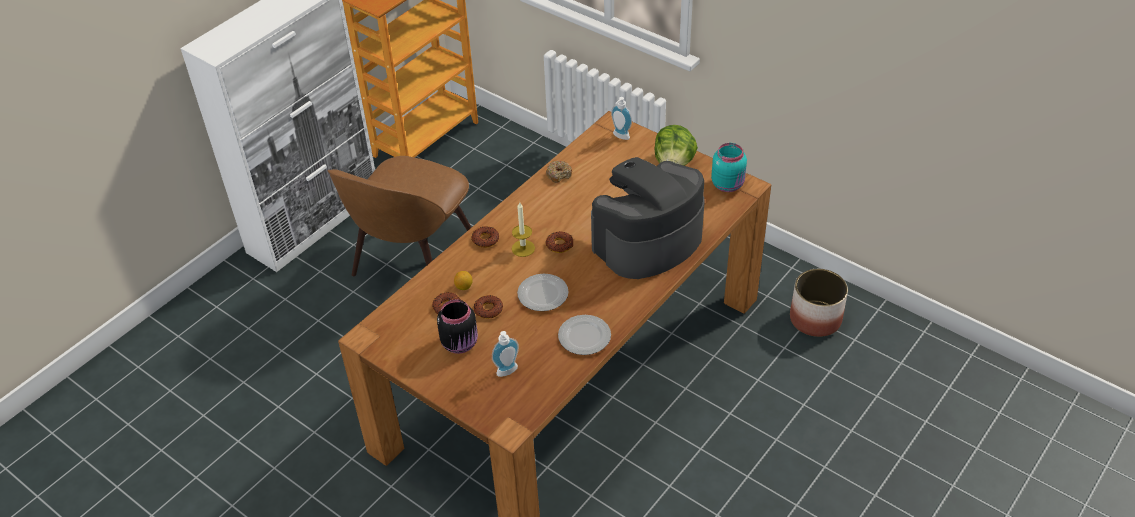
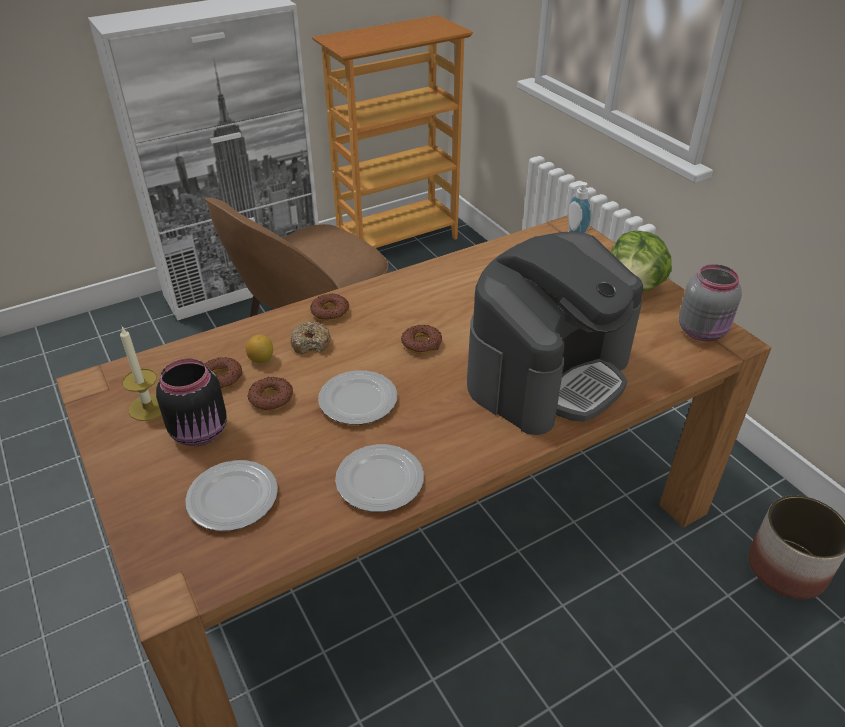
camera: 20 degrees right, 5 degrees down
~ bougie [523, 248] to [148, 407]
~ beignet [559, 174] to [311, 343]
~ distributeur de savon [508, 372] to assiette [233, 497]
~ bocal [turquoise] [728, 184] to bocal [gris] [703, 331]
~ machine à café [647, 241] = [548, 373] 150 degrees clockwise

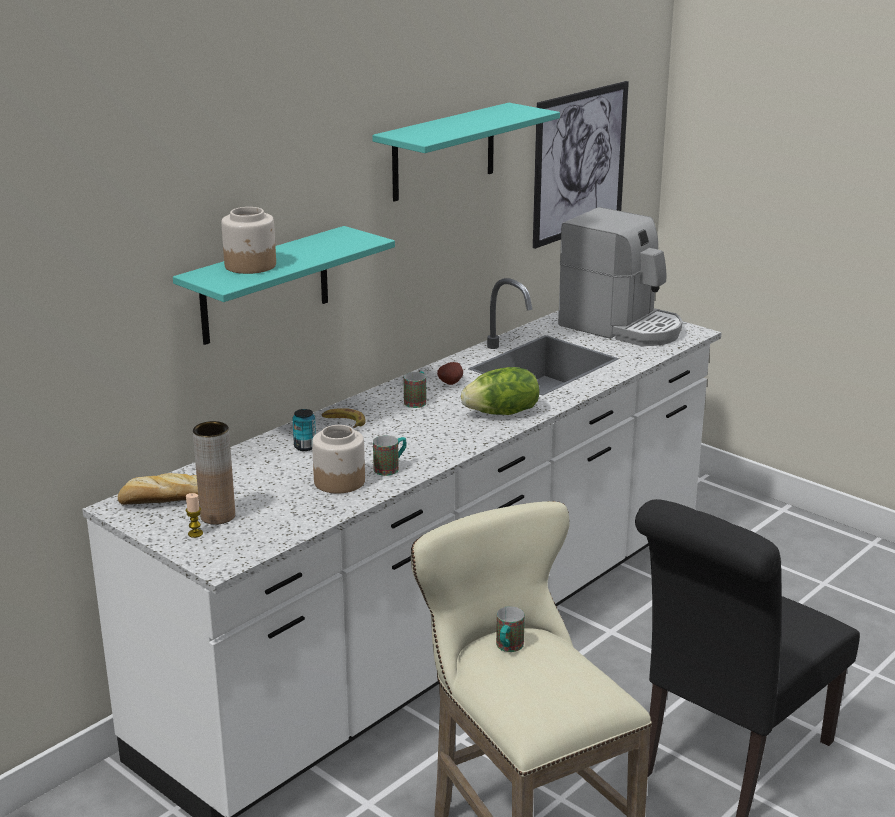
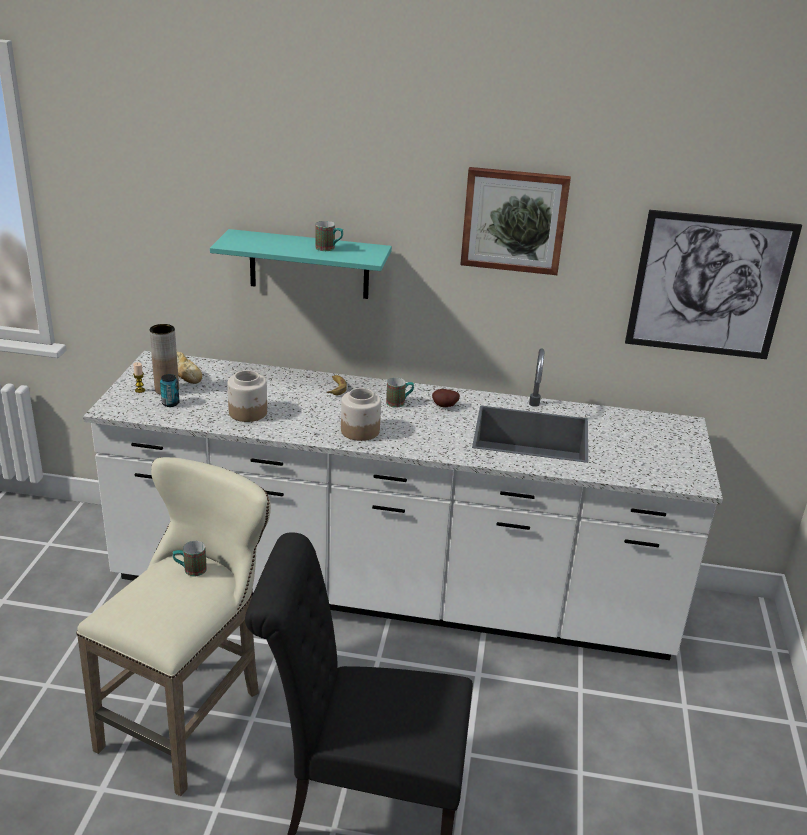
camera: 55 degrees right, 5 degrees up
- laitue [502, 413]
- machine à café [622, 327]
~ bocal [251, 266] to [360, 431]
~ boîte métallique [305, 447] to [170, 403]
~ mug [391, 468] to [329, 249]
~ étagère [turquoise] [443, 152] to tableau [514, 220]

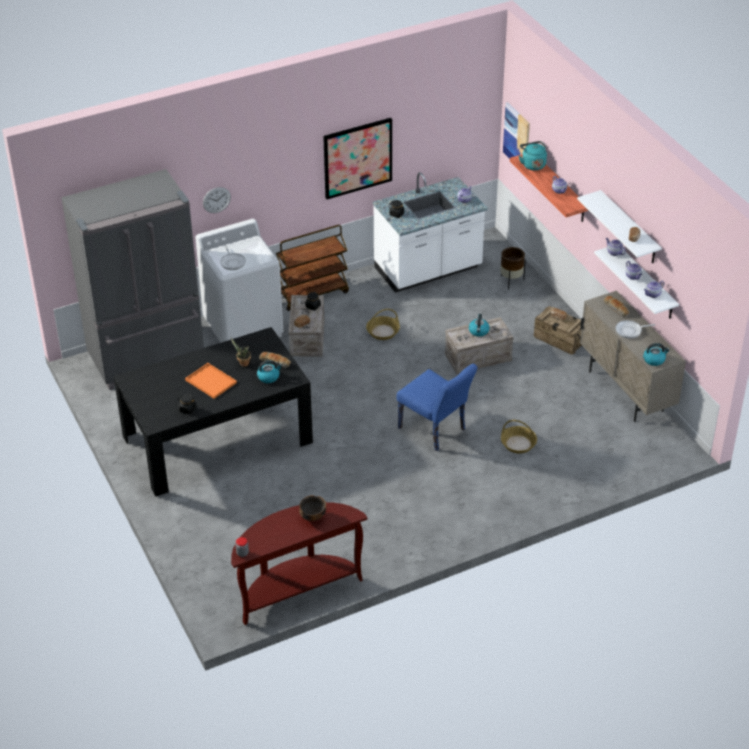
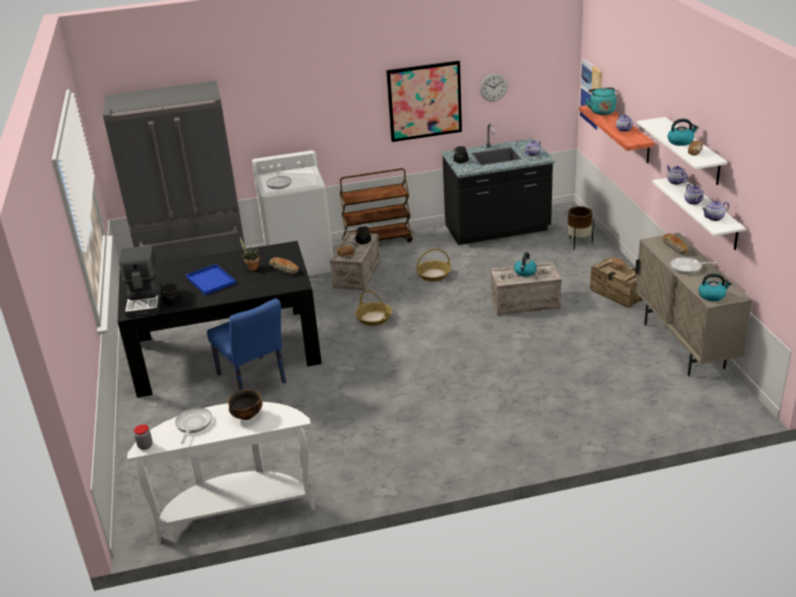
camera: 15 degrees right, 10 degrees down
+ machine à café [145, 300]
+ poêle [193, 424]
~ horloge murale [216, 200] to [493, 87]
~ bouilloire [269, 377] to [680, 141]
~ chaise [bleu] [435, 431] to [254, 381]
~ panier [518, 444] to [374, 318]
~ plateau [orange] [210, 381] to plateau [bleu] [210, 280]
~ table console [marron] [296, 589] to table console [blanc] [235, 509]
~ comptoir de cuisine [blanc] [428, 269] to comptoir de cuisine [noir] [497, 229]

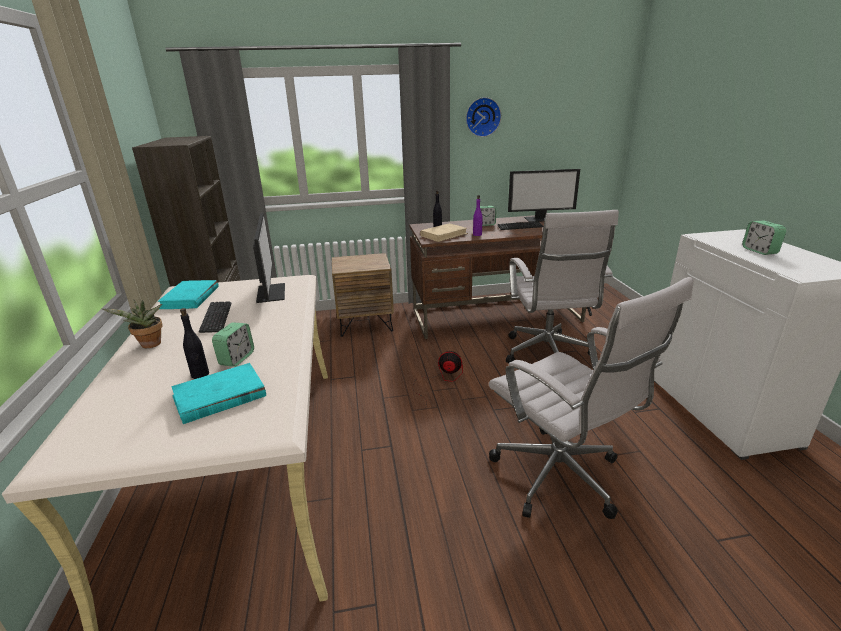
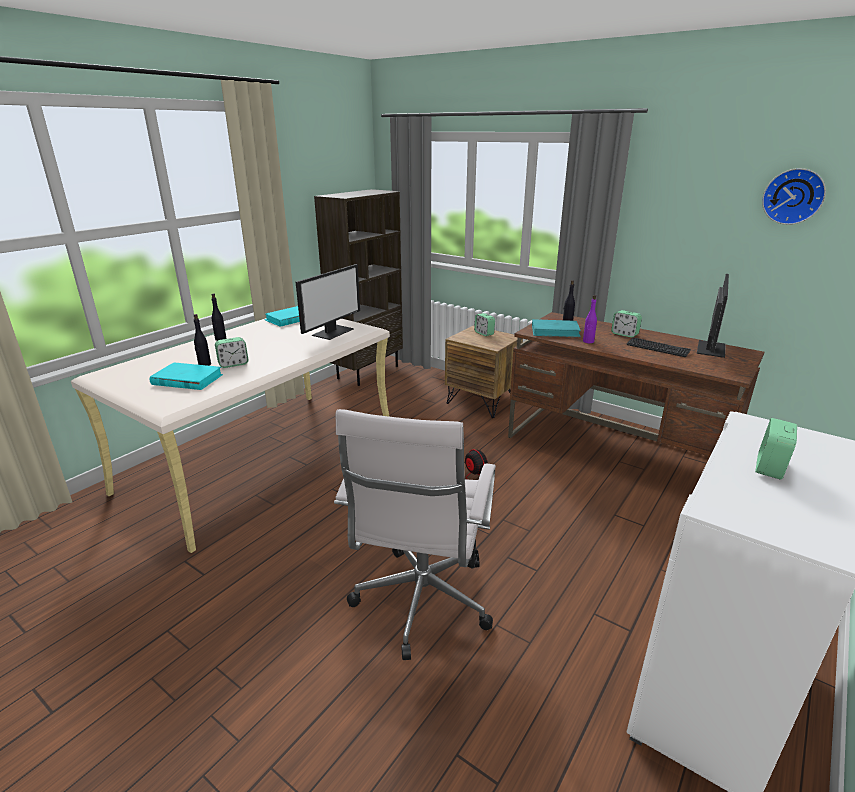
camera: 45 degrees right, 0 degrees up
- clavier [216, 318]
- chaise de bureau [blanc] [548, 355]
+ réveil [484, 333]
~ horloge murale [482, 117] to [793, 196]
~ plante en pot [150, 345] to bouteille [noir] [220, 339]
~ livre [beige] [444, 235] to livre [turquoise] [555, 331]
~ écran d'ordinateur [541, 219] = [710, 348] 105 degrees counterclockwise

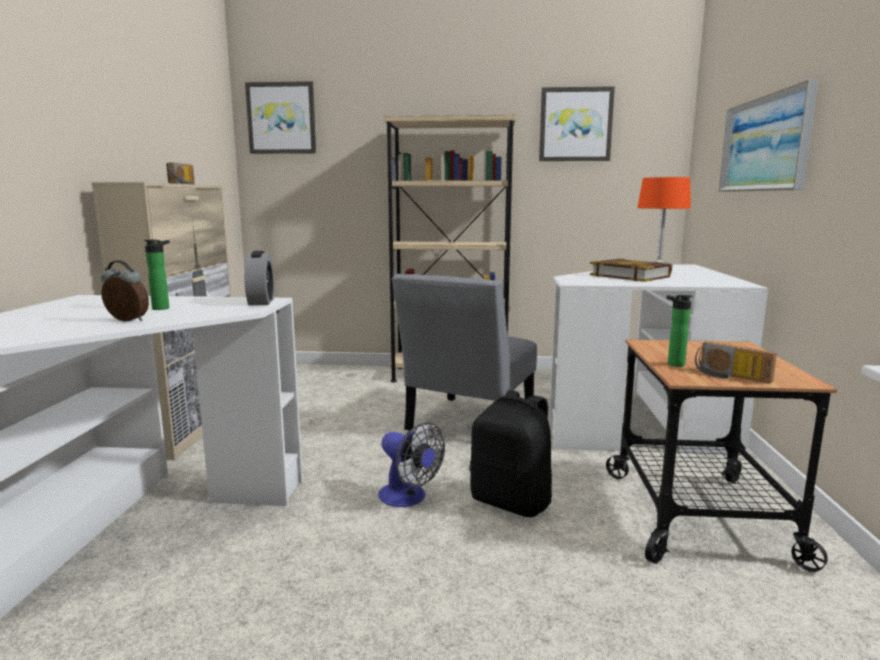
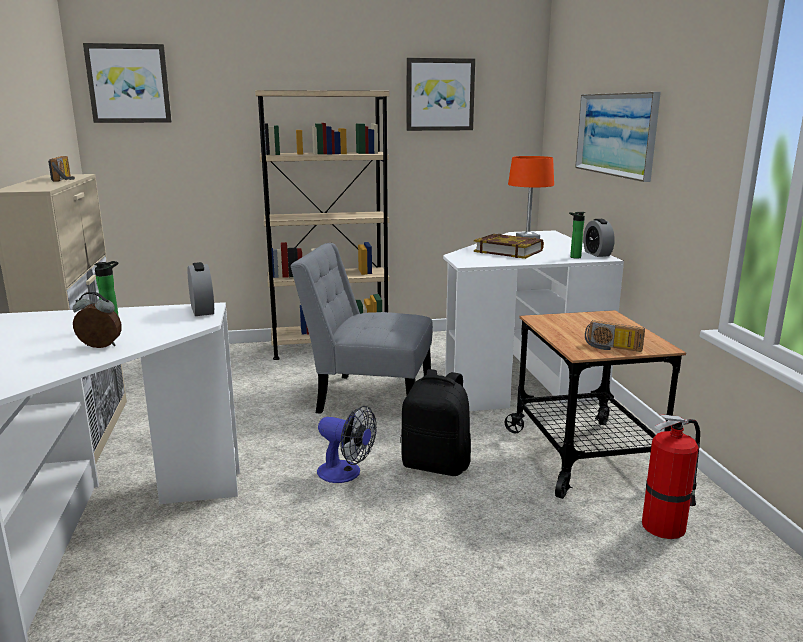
camera: 15 degrees left, 5 degrees up
+ réveil [597, 254]
+ extincteur [665, 525]
~ bouteille [673, 364] to [573, 257]
~ chaise [gris] [467, 424] = [368, 397] 90 degrees clockwise

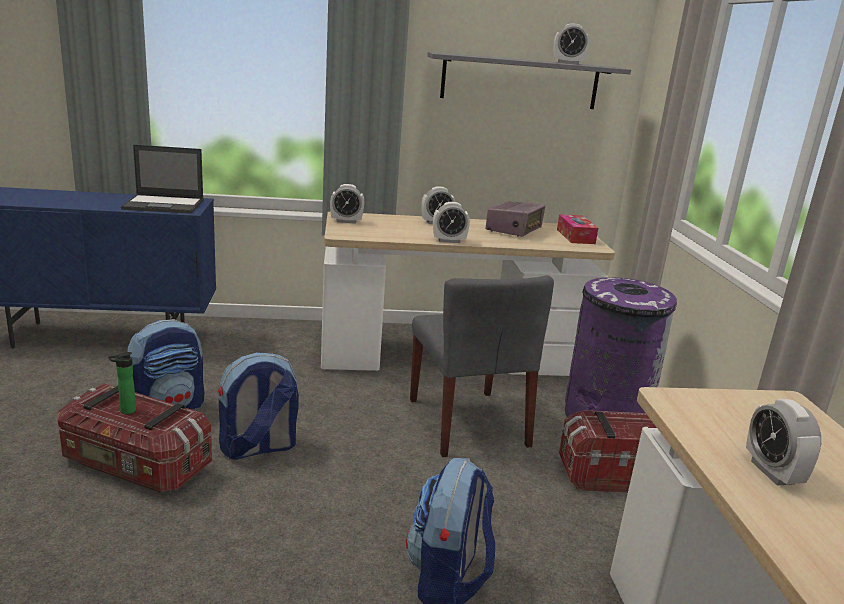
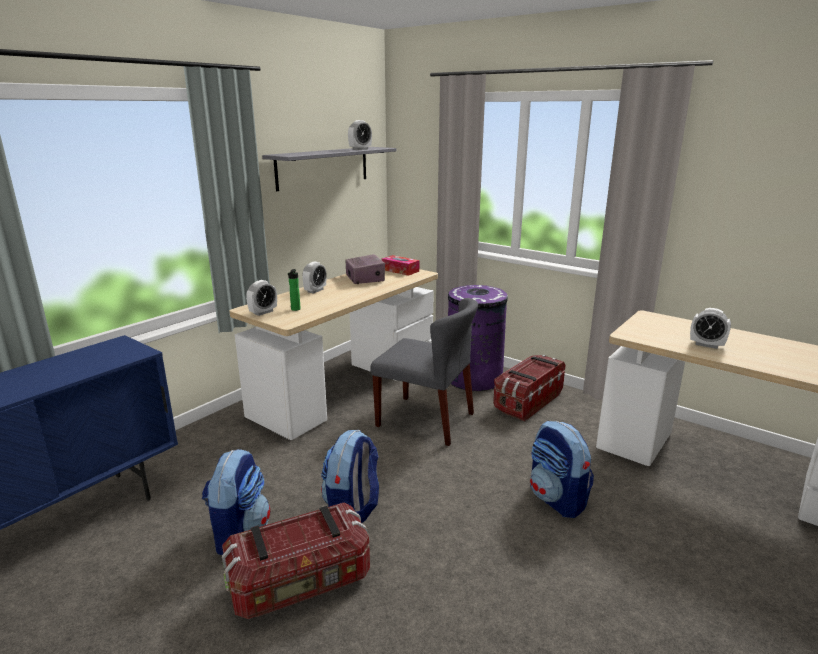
camera: 45 degrees left, 0 degrees up
- ordinateur portable [165, 205]
- réveil [449, 241]
~ bouteille [125, 411] to [295, 309]

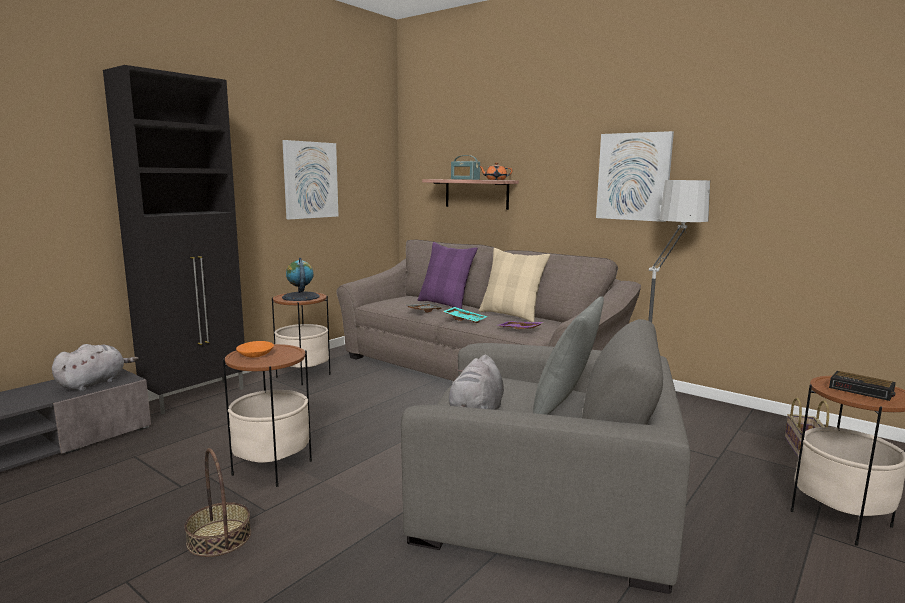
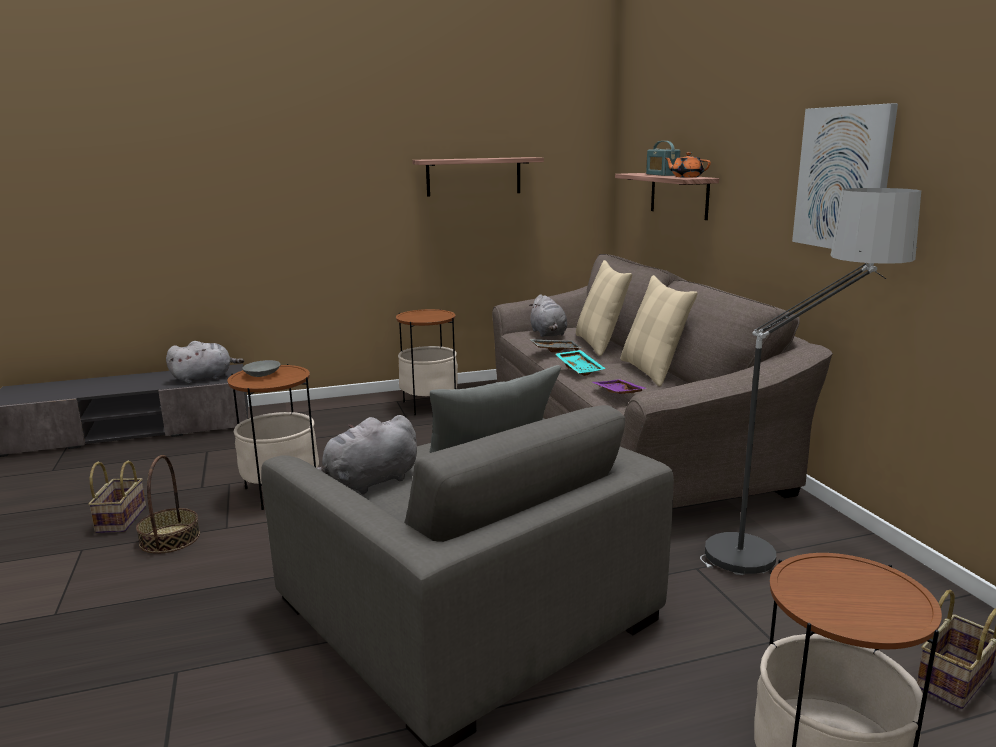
camera: 35 degrees right, 5 degrees up
- meuble de rangement [noir] [197, 396]
- globe [300, 297]
- réveil [862, 390]
+ panier [120, 519]
+ peluche [gris] [548, 334]
~ tableau [310, 180] to étagère [473, 176]
~ bol [orange] [255, 355] to bol [gris] [262, 375]
~ coussin [violet] [445, 304] to coussin [beige] [599, 344]

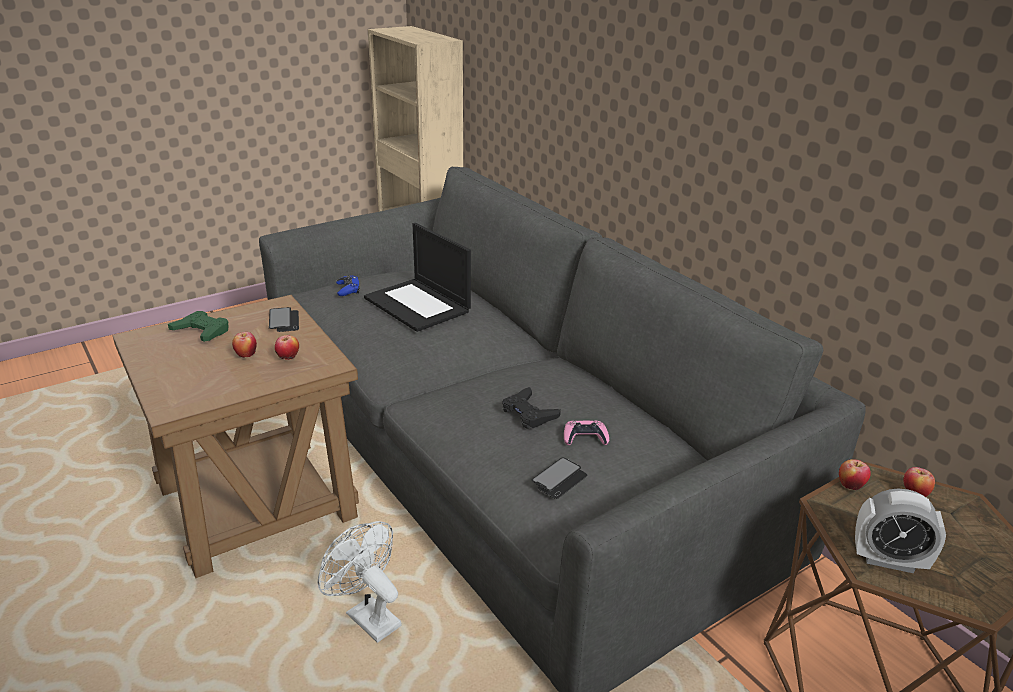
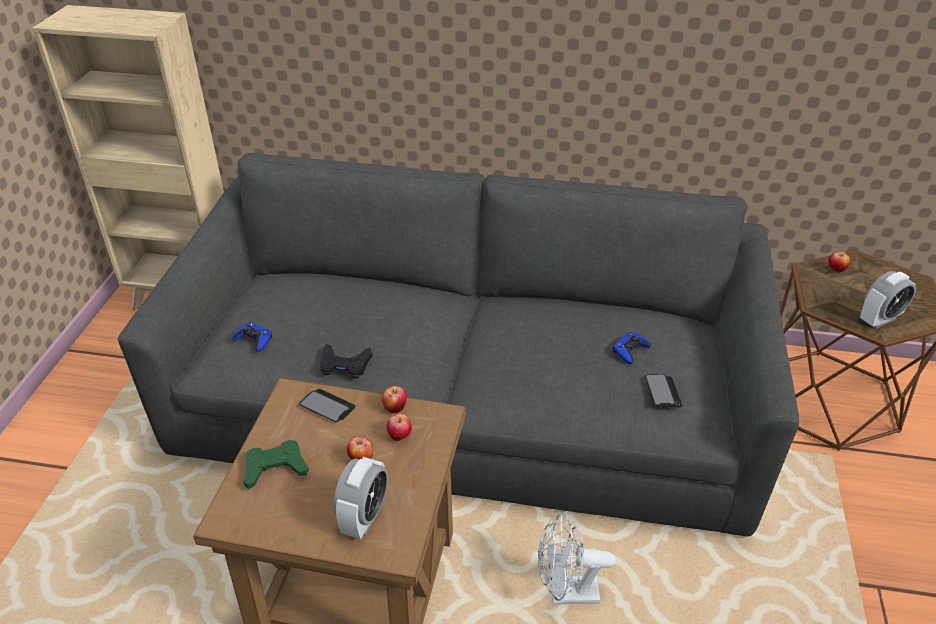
camera: 45 degrees left, 10 degrees up
- ordinateur portable [418, 305]
+ réveil [364, 517]
~ manette [noir] [528, 413] to [344, 365]
~ pomme [850, 486] to [395, 408]
~ manette [rose] [585, 437] to manette [bleu] [630, 351]

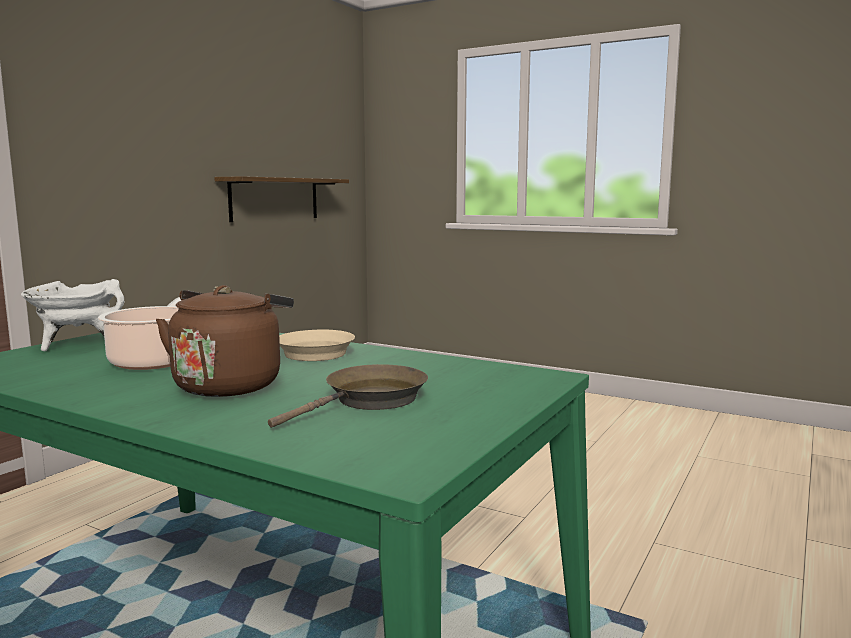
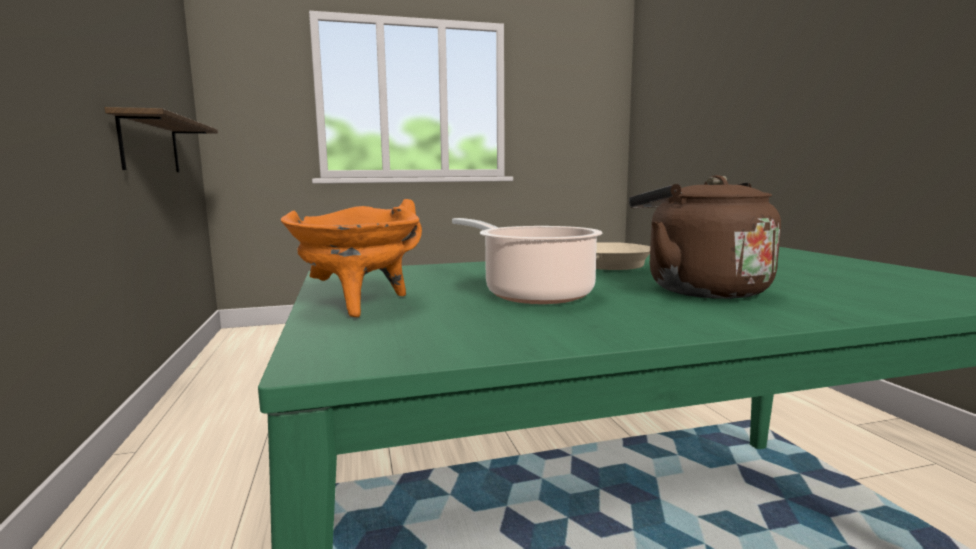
camera: 45 degrees left, 0 degrees up
- poêle [marron] [370, 401]
~ marmite [blanc] [78, 345] to marmite [orange] [358, 305]

